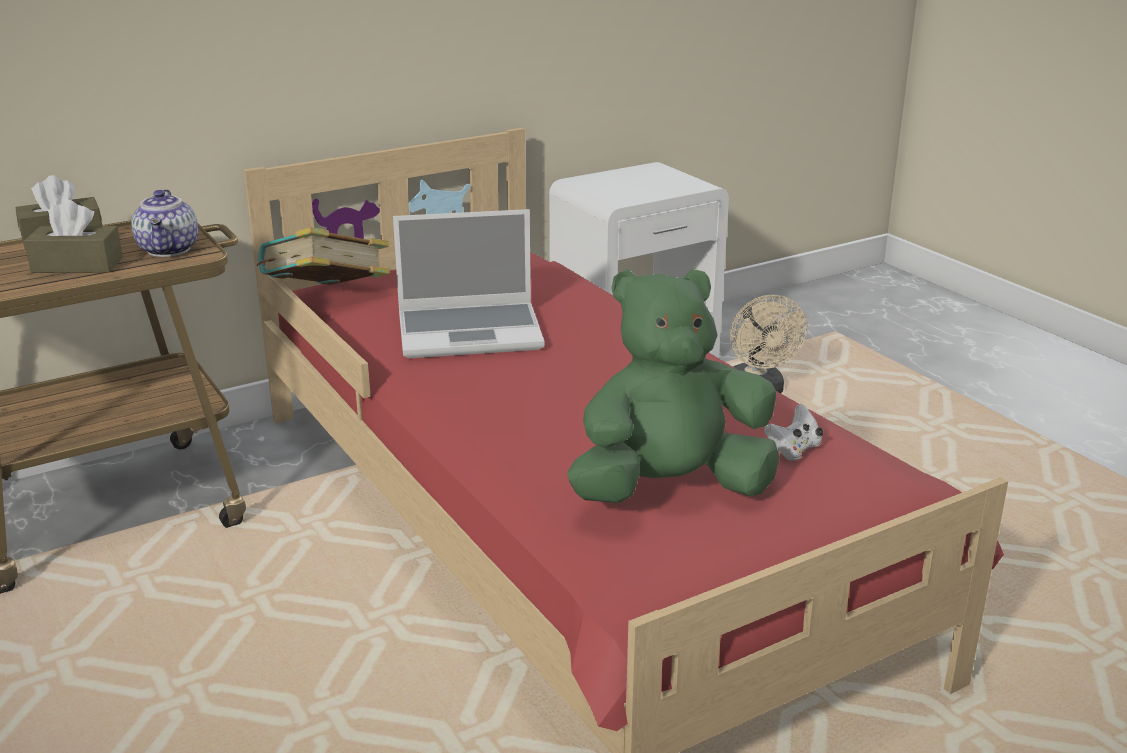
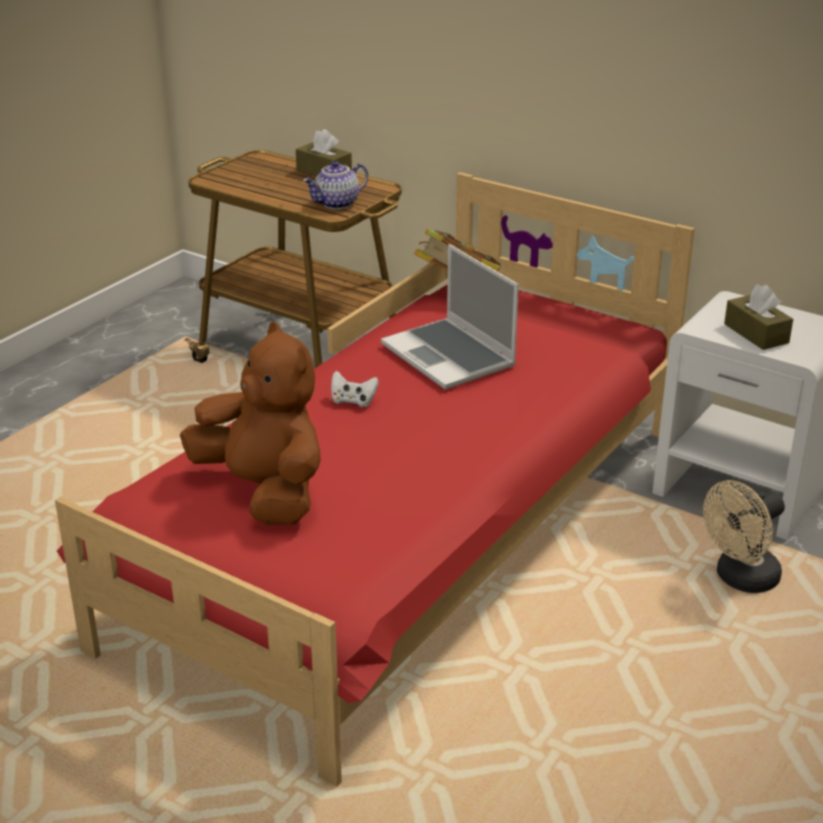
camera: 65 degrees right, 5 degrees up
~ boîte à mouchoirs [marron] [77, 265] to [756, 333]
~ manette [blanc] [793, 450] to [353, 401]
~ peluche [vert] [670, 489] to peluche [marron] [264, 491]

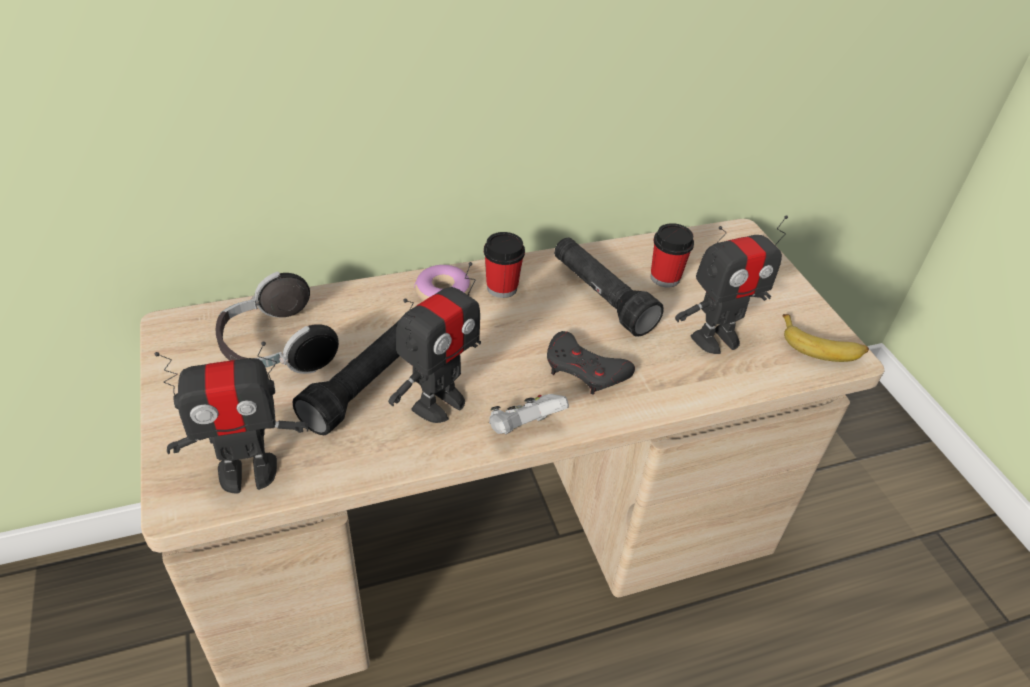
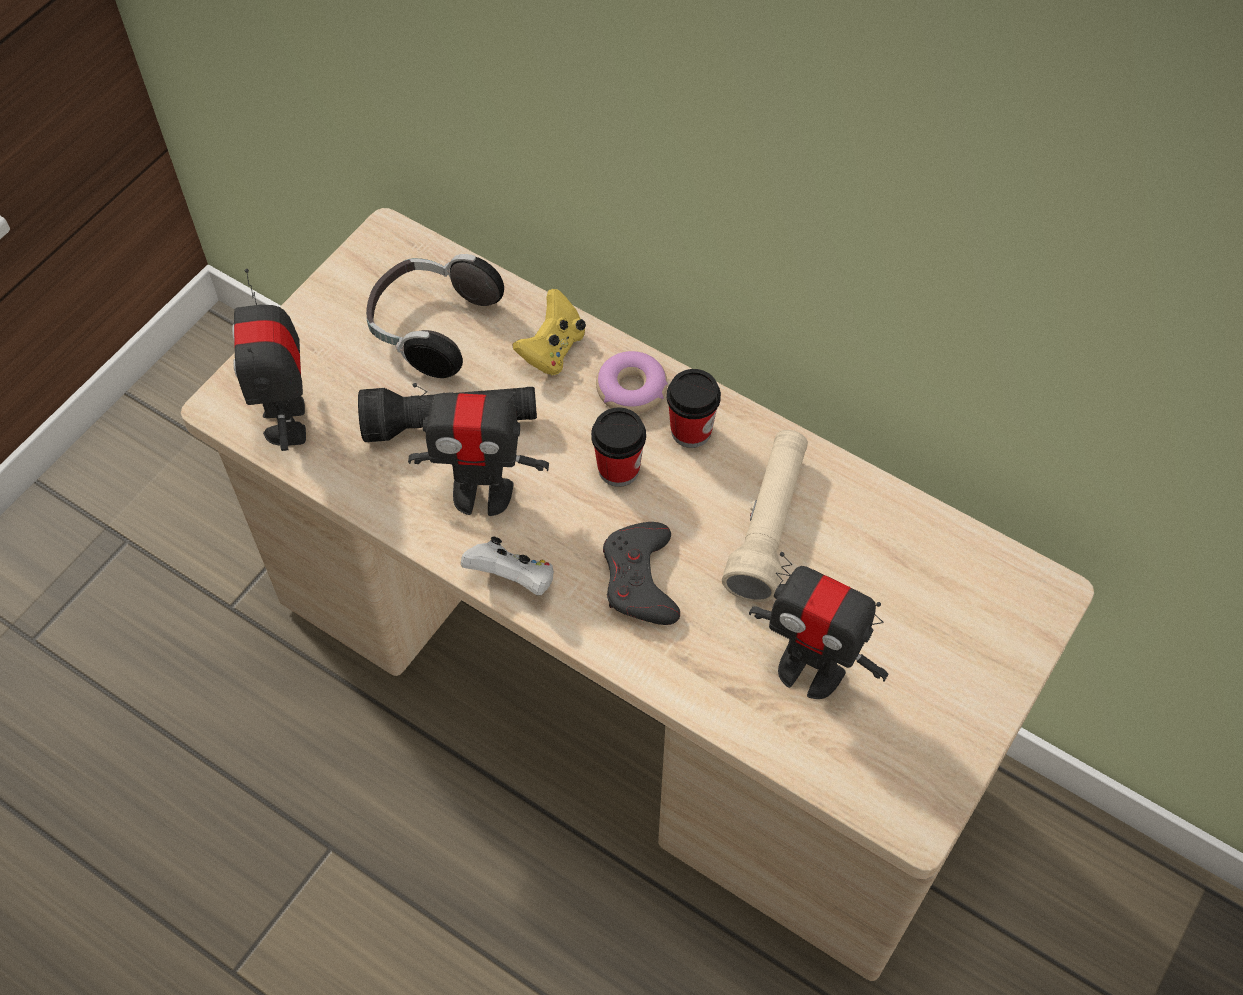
camera: 55 degrees right, 15 degrees up
- banane [821, 346]
+ manette [jaune] [552, 349]
~ tasse [665, 278] to [618, 469]
~ lampe de poche [noir] [601, 297] to lampe de poche [beige] [768, 525]
~ robot jouet [247, 472] = [288, 421] 45 degrees clockwise

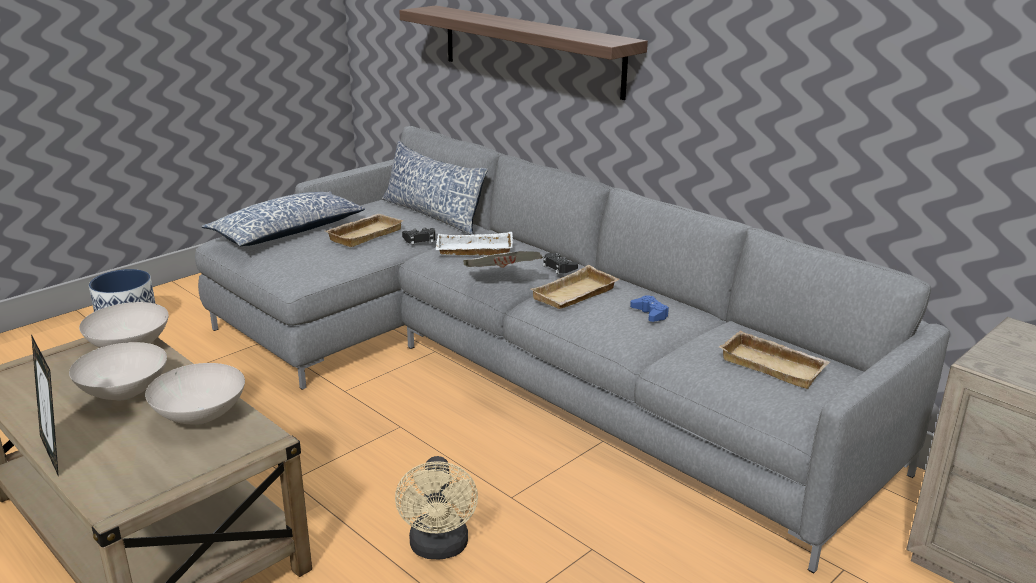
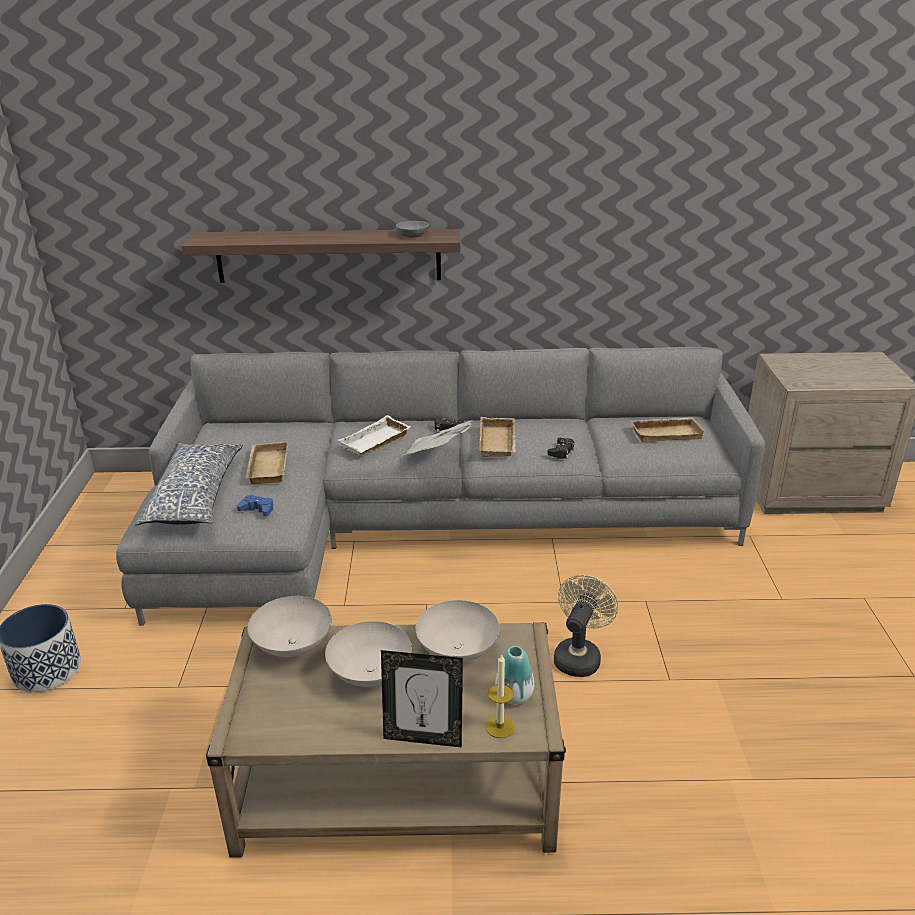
camera: 45 degrees left, 5 degrees up
- coussin [432, 214]
+ bol [gris] [413, 235]
+ bougie [500, 726]
+ vase [514, 695]
~ manette [noir] [420, 239] to [561, 451]
~ manette [bleu] [650, 313] to [257, 509]
~ ventilateur [beige] [439, 548] = [579, 656] 105 degrees counterclockwise

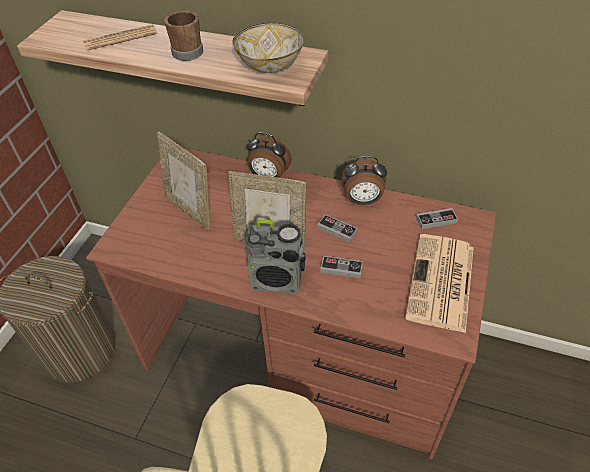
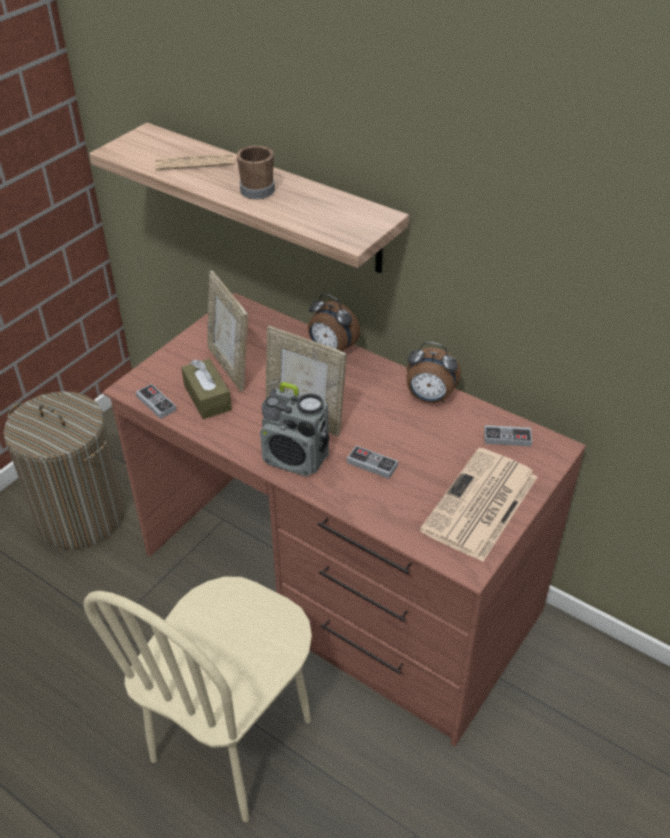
camera: 15 degrees right, 5 degrees down
- bol [269, 65]
+ boîte à mouchoirs [marron] [207, 397]
~ manette [337, 230] to [156, 403]

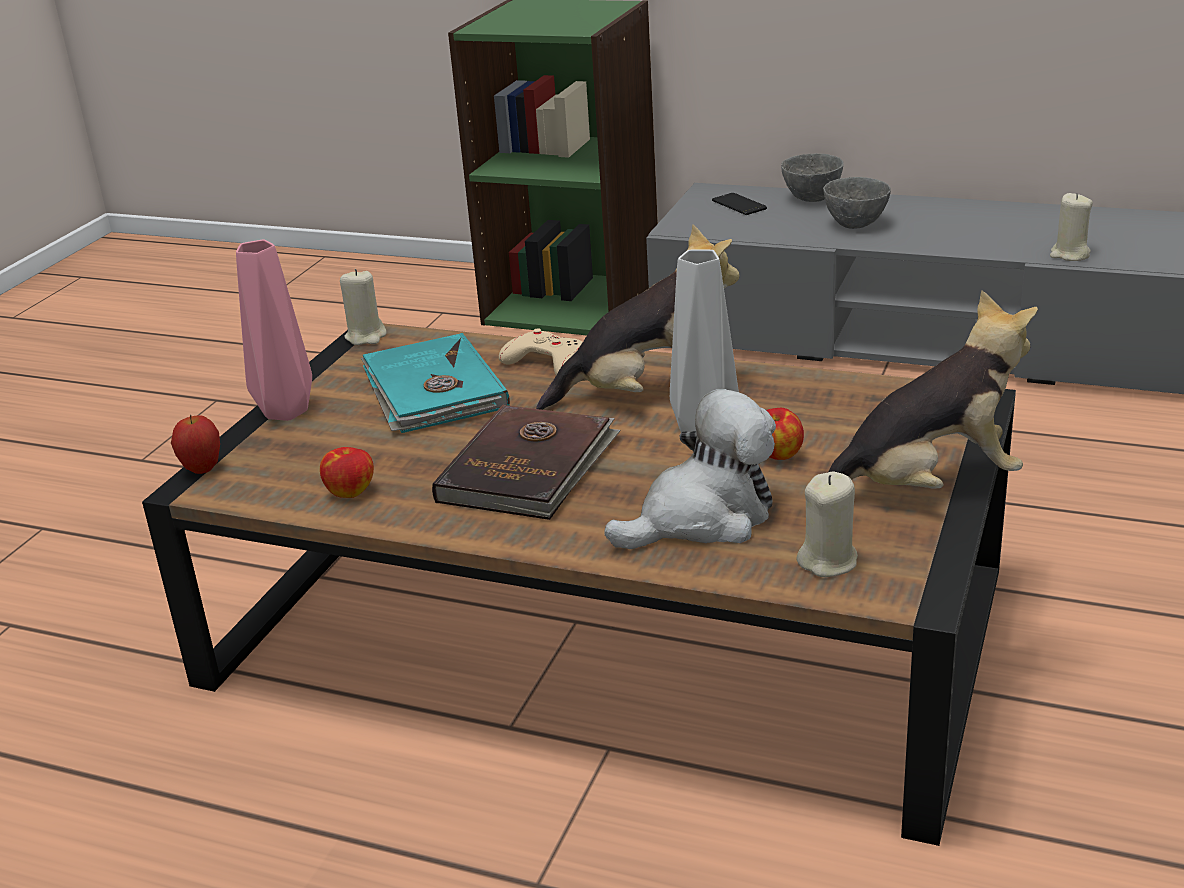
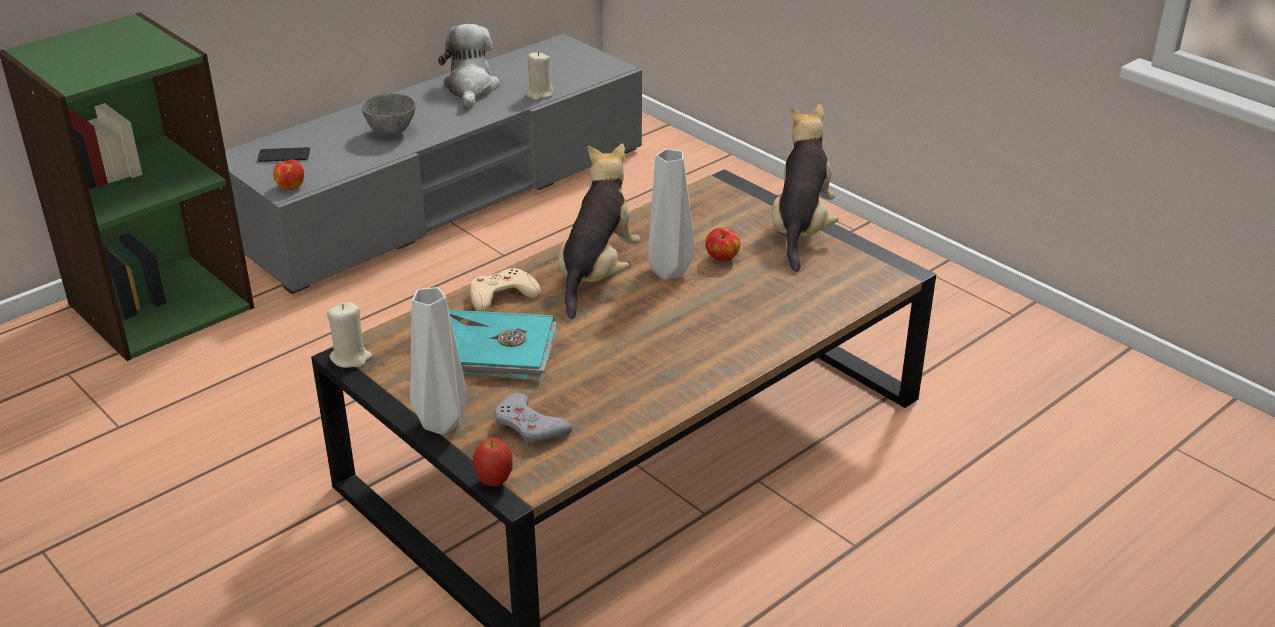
camera: 65 degrees left, 5 degrees up
- livre [marron] [529, 468]
- bol [gris] [813, 199]
- bougie [beige] [828, 561]
+ manette [gris] [530, 426]
~ pomme [350, 492] to [290, 186]
~ peluche [702, 518] to [470, 88]
~ vase [rose] [289, 410] to vase [gris] [441, 421]

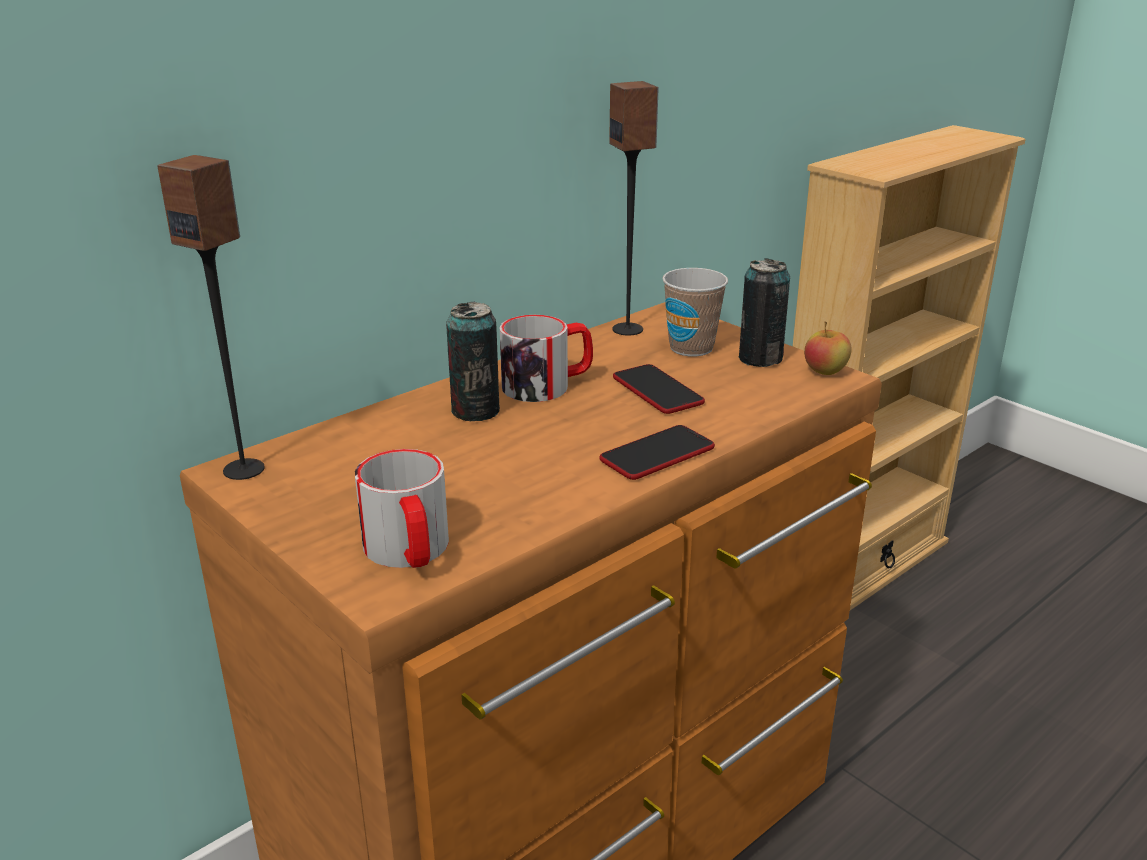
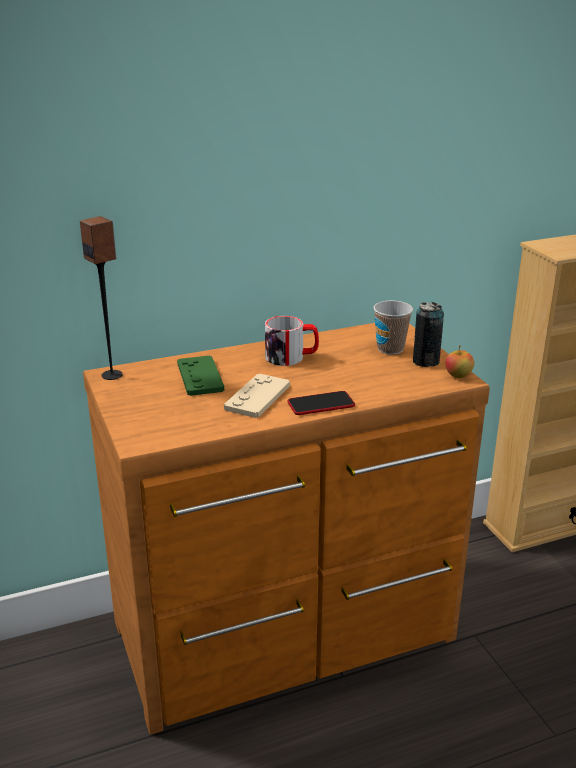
camera: 20 degrees right, 0 degrees up
- mug [409, 552]
- boîte métallique [475, 411]
- enceinte [628, 329]
- téléphone [657, 391]
+ manette [vert] [200, 377]
+ manette [beige] [257, 397]

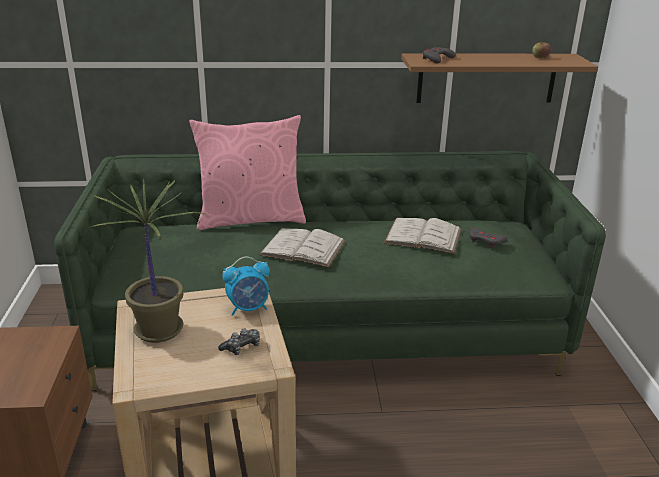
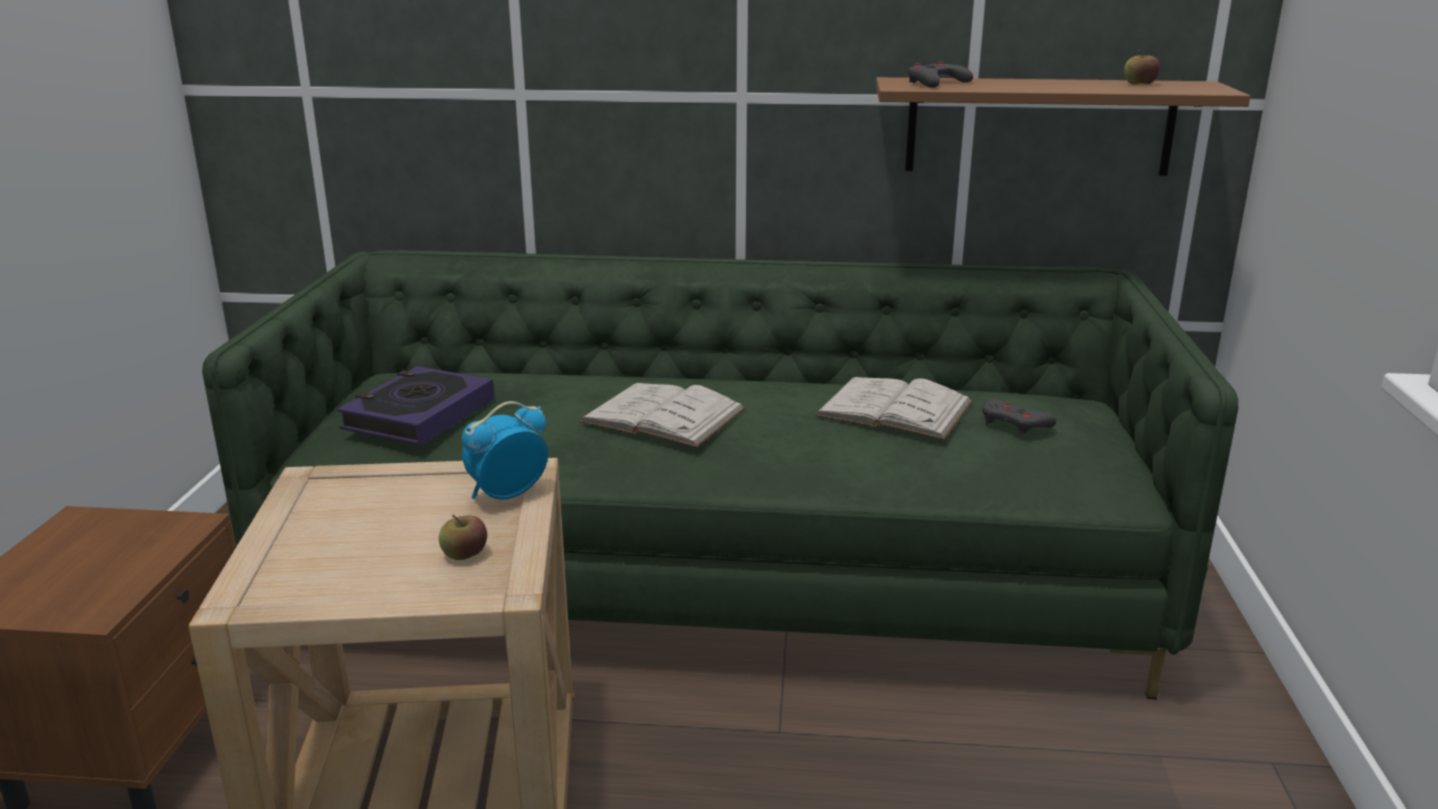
camera: 10 degrees right, 5 degrees down
- plante en pot [160, 331]
- coussin [rose] [250, 219]
+ livre [419, 415]
~ manette [242, 347] to pomme [465, 555]
~ réveil [248, 308] = [506, 494] 150 degrees clockwise

